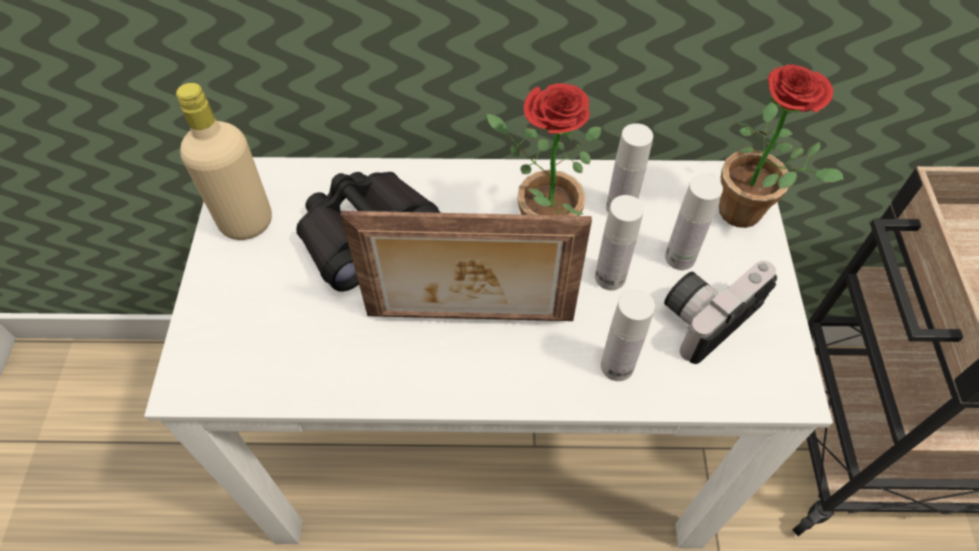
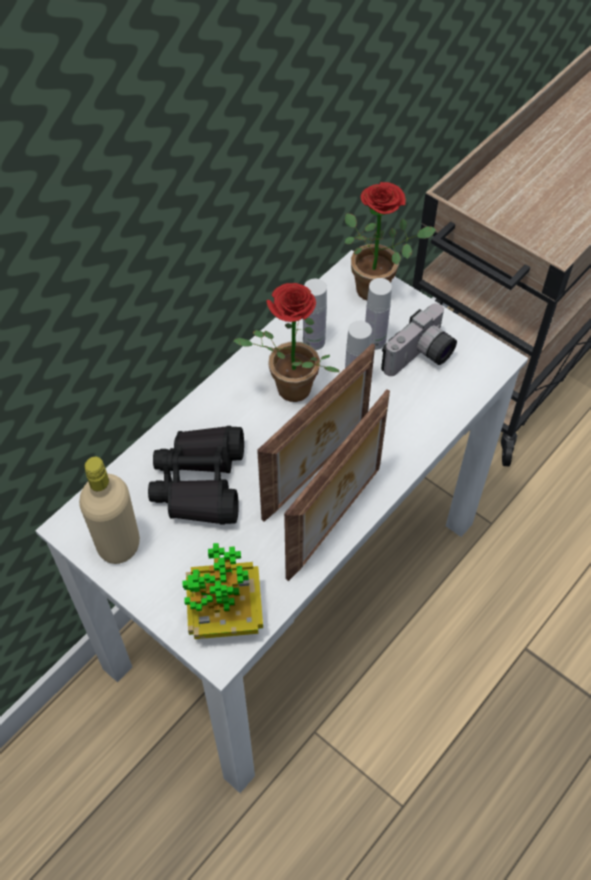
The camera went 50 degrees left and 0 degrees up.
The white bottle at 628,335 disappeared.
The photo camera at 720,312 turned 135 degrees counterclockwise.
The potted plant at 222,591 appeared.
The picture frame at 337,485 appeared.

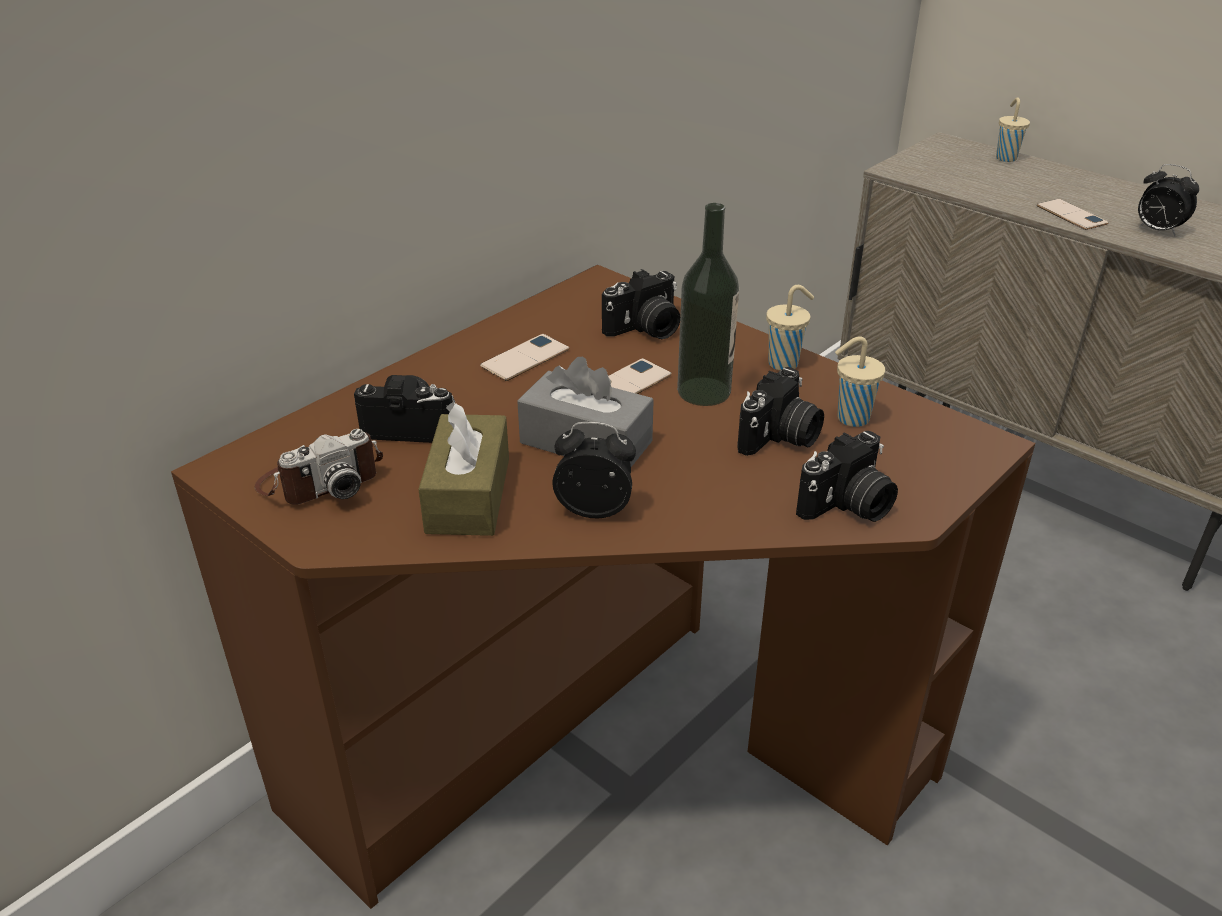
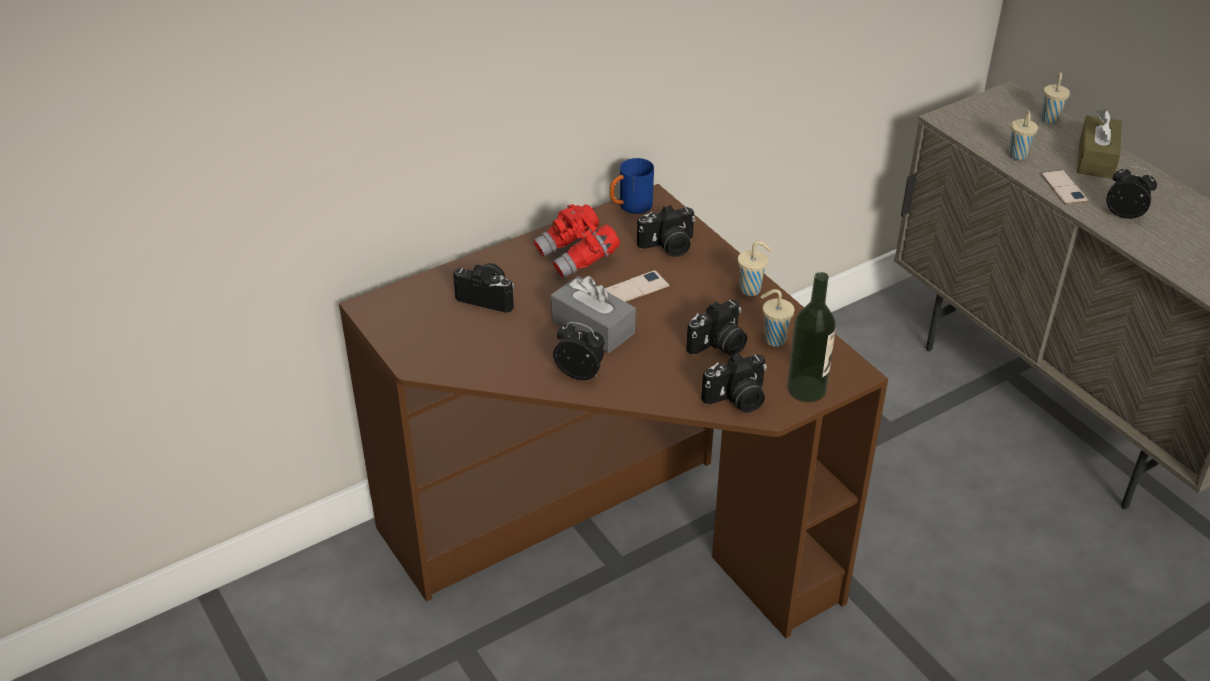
The camera went 15 degrees right and 5 degrees up.
The photo camera at 319,467 disappeared.
The brown tissue box moved from 463,469 to 1099,144.
The phone at 524,357 was replaced by the red binoculars at 576,241.
The bottle moved from 708,304 to 811,337.
The alarm clock at 1168,200 turned 150 degrees clockwise.
The blue mug at 632,186 appeared.
The beige cup at 1023,135 appeared.

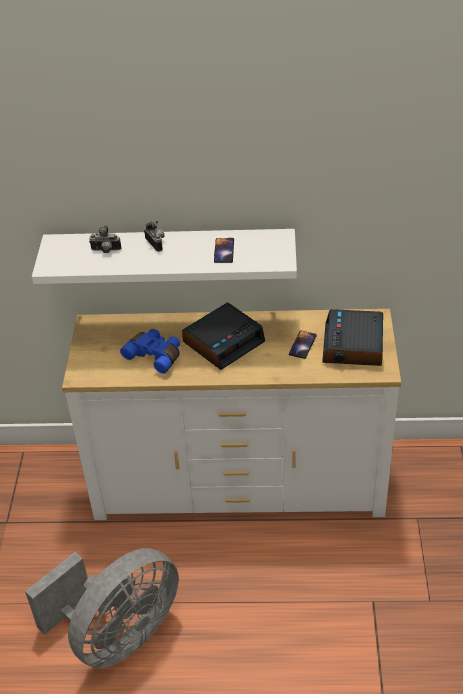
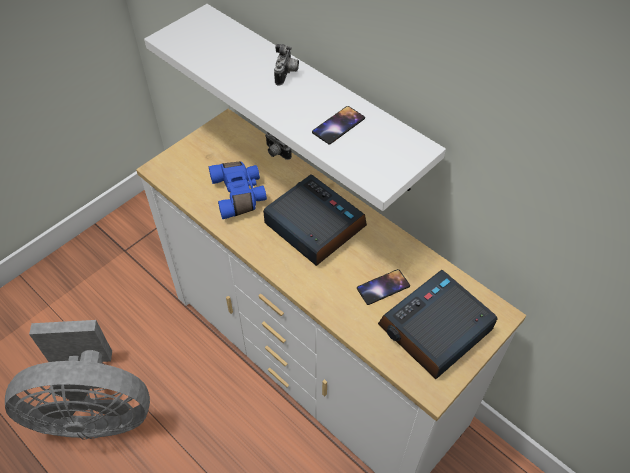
The camera went 40 degrees right and 10 degrees up.
The photo camera moved from 105,239 to 278,146.
The alarm clock at 223,336 turned 135 degrees counterclockwise.

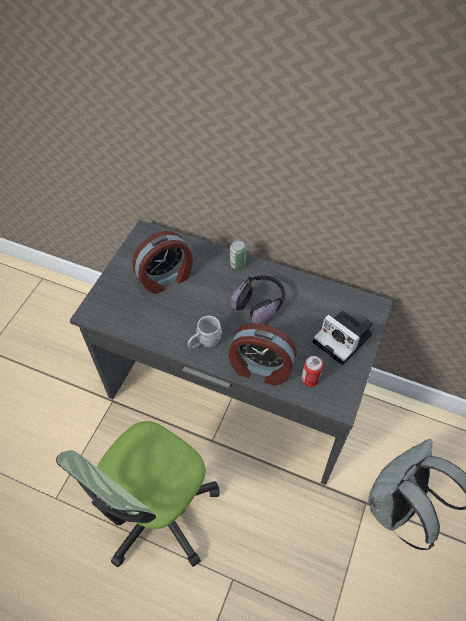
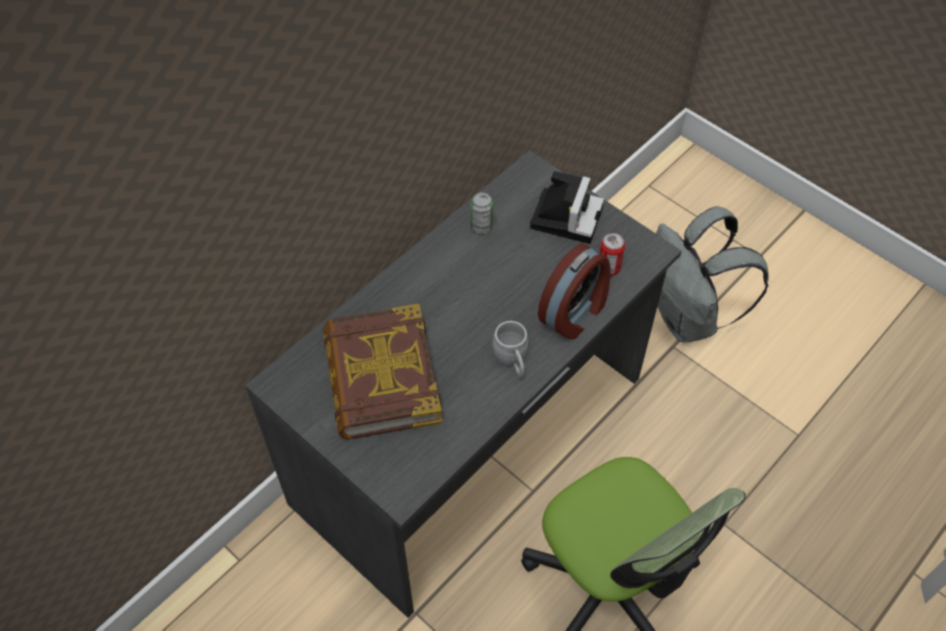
The camera went 70 degrees left and 0 degrees up.
The alarm clock at 162,262 was replaced by the book at 382,372.
The can moved from 238,254 to 482,213.
The headphones at 257,299 disappeared.
The photo camera at 343,338 turned 45 degrees counterclockwise.

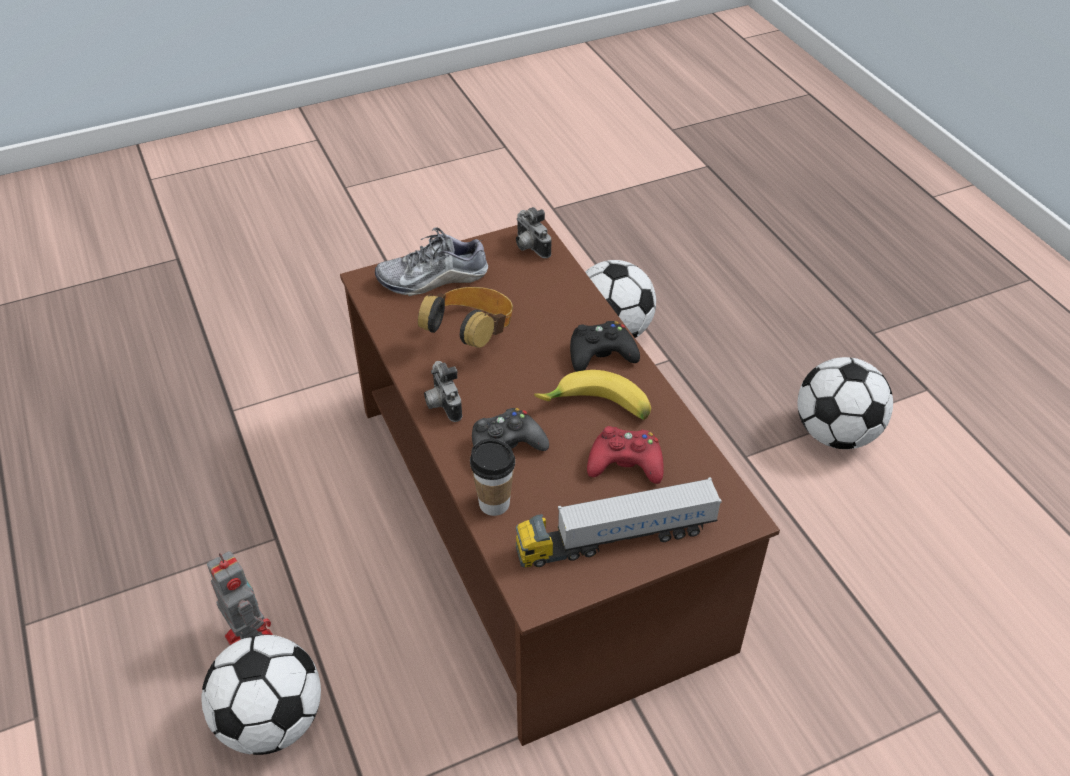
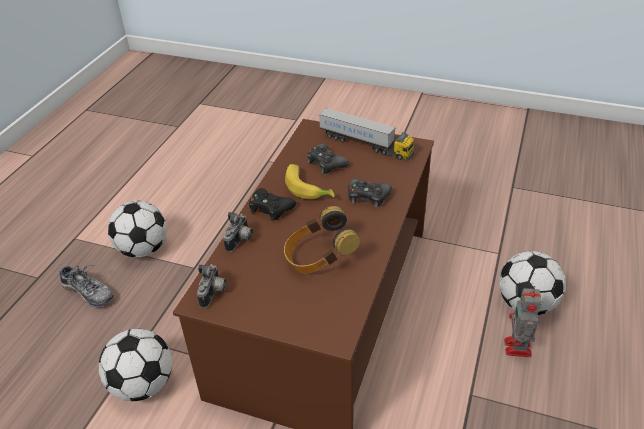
The camera went 135 degrees left and 5 degrees down.
The shoe moved from 431,261 to 86,286.
The photo camera moved from 443,391 to 238,232.
The cup at 492,477 disappeared.
The red game controller at 625,455 became the black game controller at 328,159.

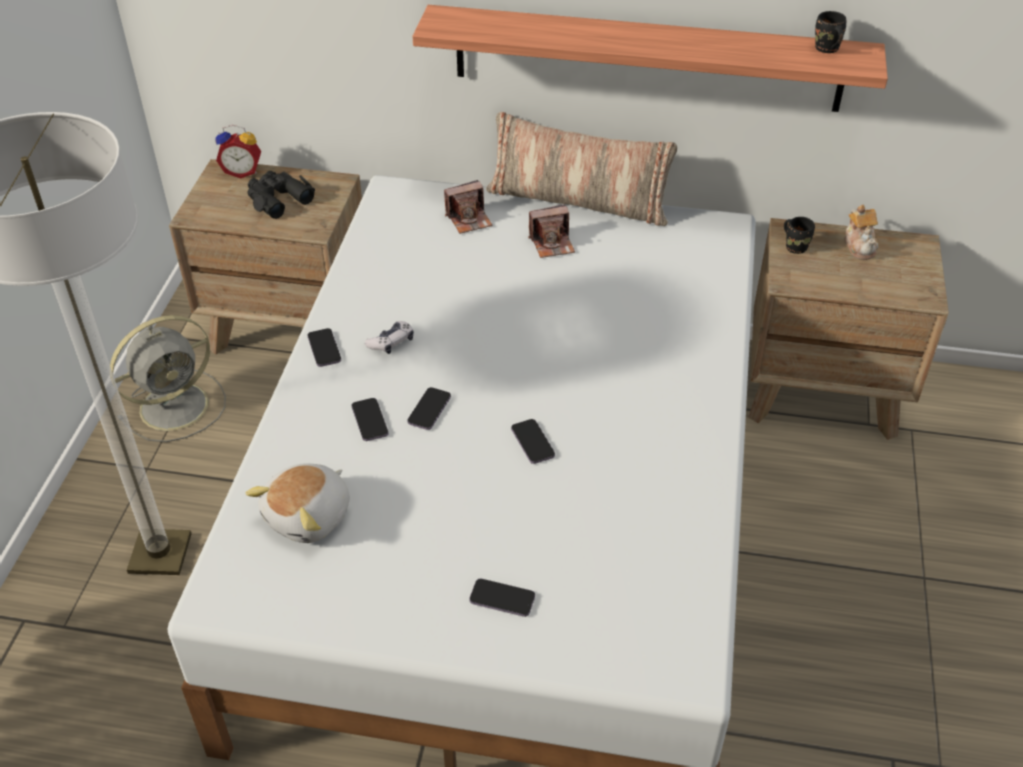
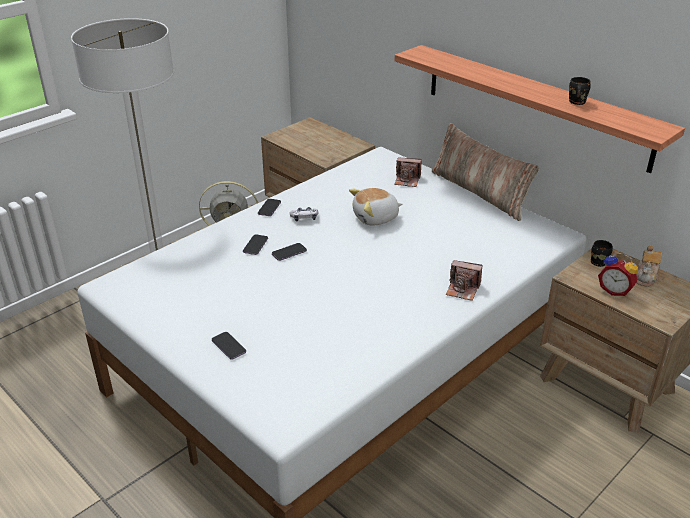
The camera went 35 degrees right and 10 degrees down.
The alarm clock moved from 238,151 to 618,274.
The plush toy moved from 297,503 to 375,207.
The black binoculars at 281,195 disappeared.
The phone at 533,441 disappeared.
The photo camera moved from 551,231 to 464,280.
The black mug moved from 830,32 to 580,91.

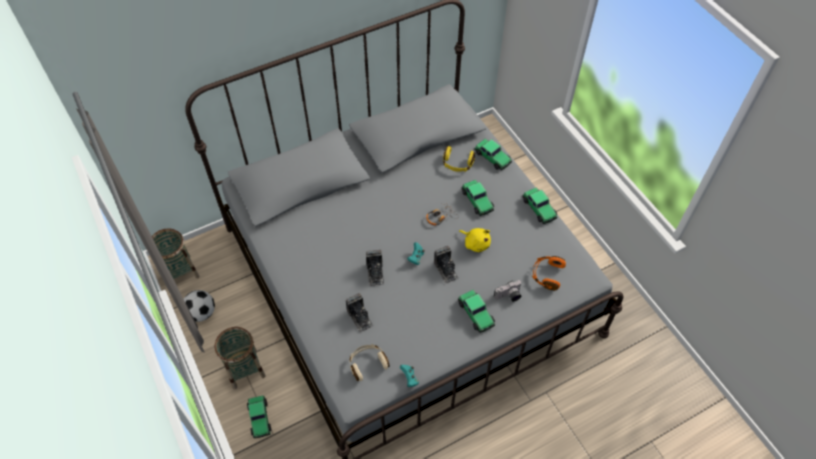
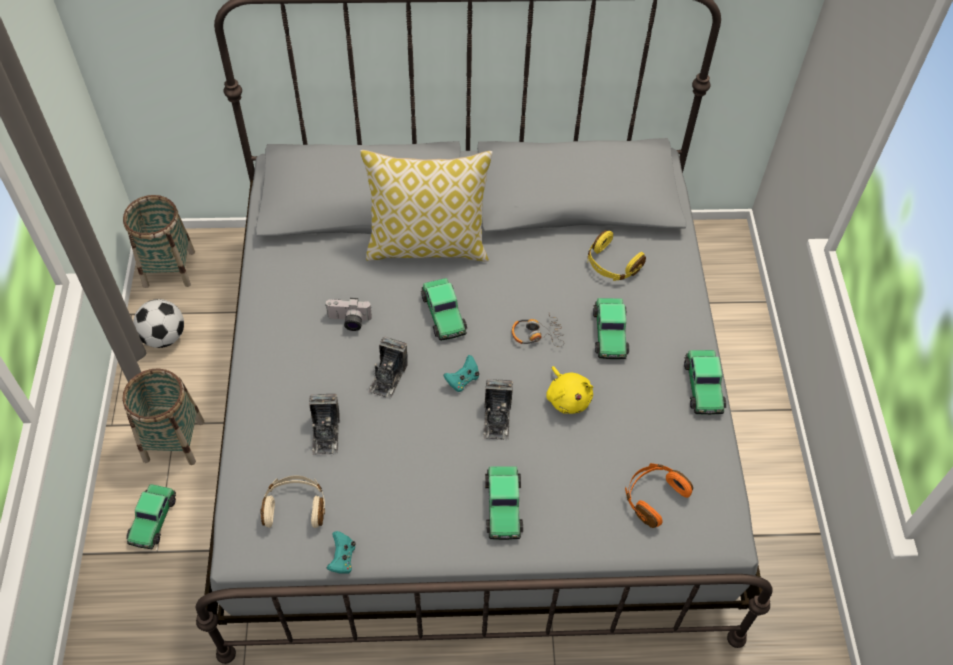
The camera went 25 degrees right and 0 degrees up.
The toy car moved from 493,154 to 444,309.
The photo camera moved from 507,290 to 348,314.
The pillow at 426,206 appeared.

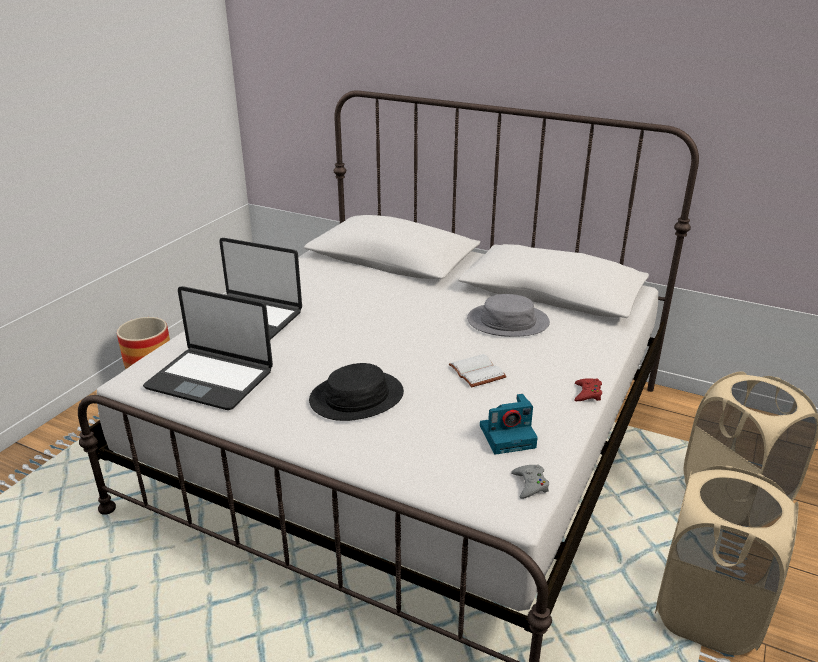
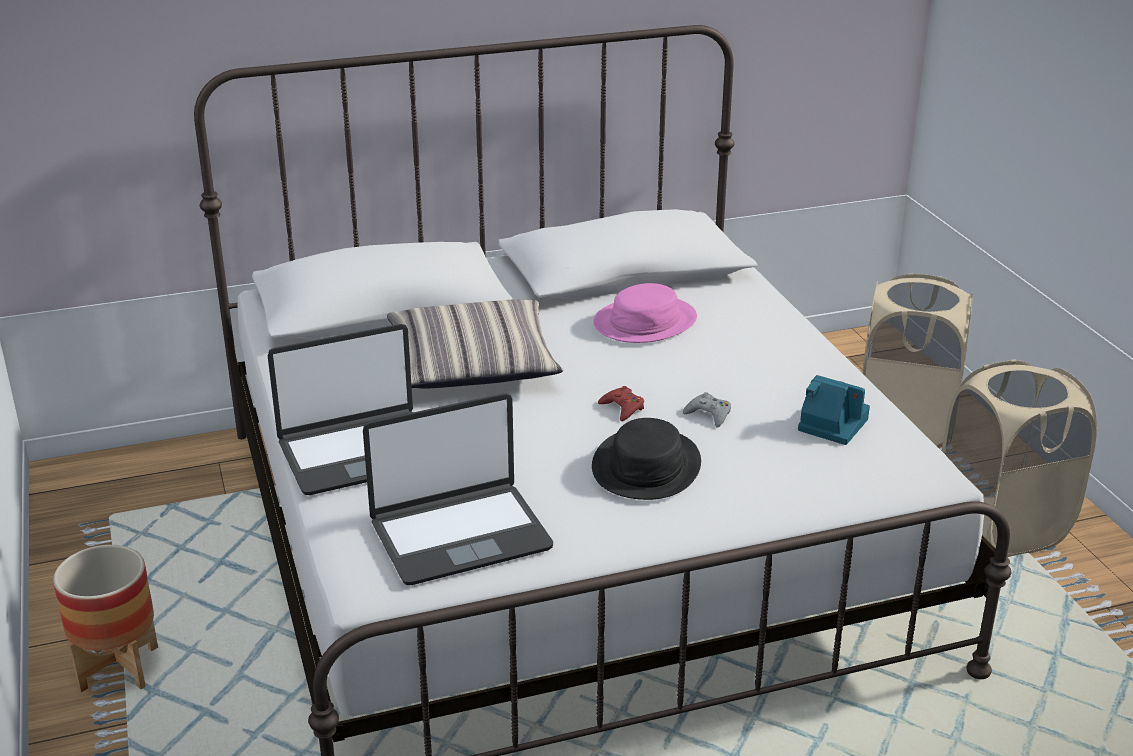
The camera went 45 degrees left and 0 degrees up.
The white book at 478,370 disappeared.
The grey hat at 508,315 became the pink hat at 645,313.
The photo camera at 509,424 turned 90 degrees counterclockwise.
The grey game controller moved from 530,481 to 707,410.
The red game controller moved from 588,389 to 621,403.
The pillow at 475,343 appeared.

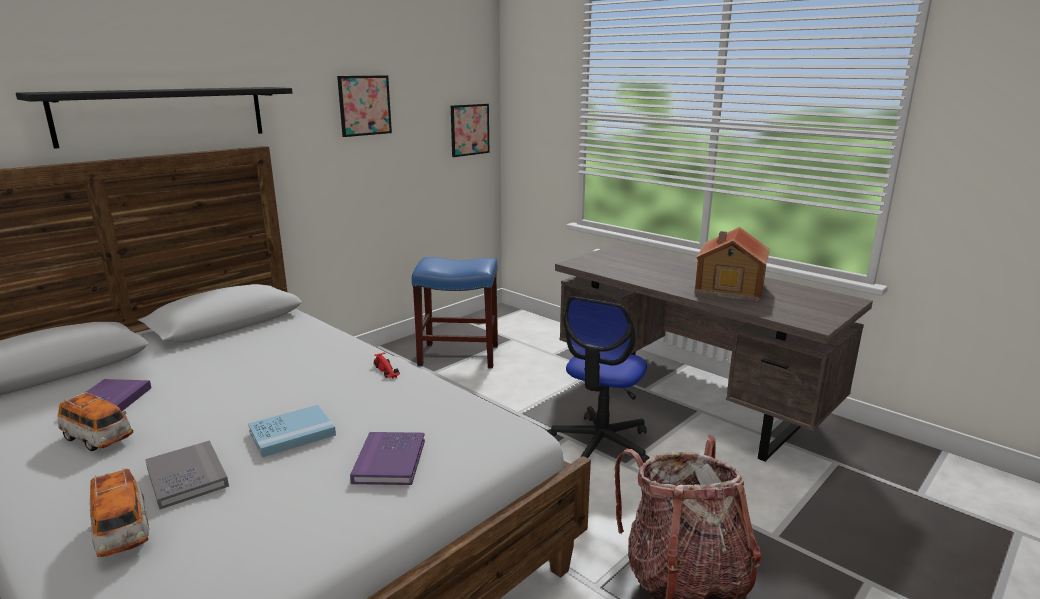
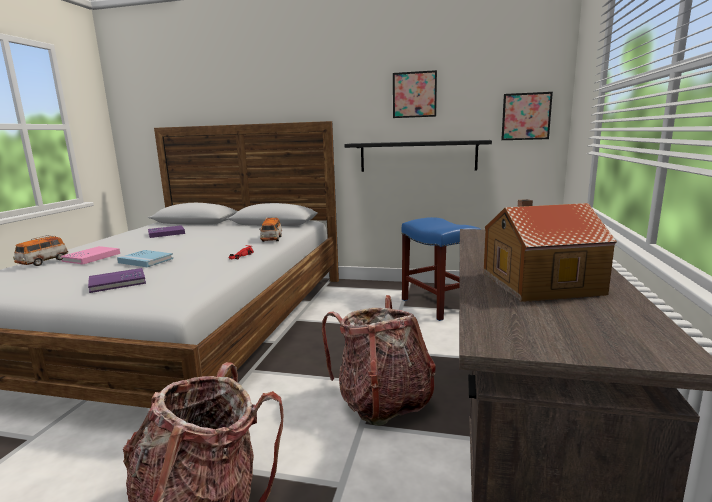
The camera went 60 degrees right and 5 degrees down.
The black shelf moved from 154,118 to 418,156.
The toy car moved from 95,421 to 270,229.
The grey book at 187,474 became the pink book at 90,255.
The office chair at 598,379 was replaced by the backpack at 379,360.

